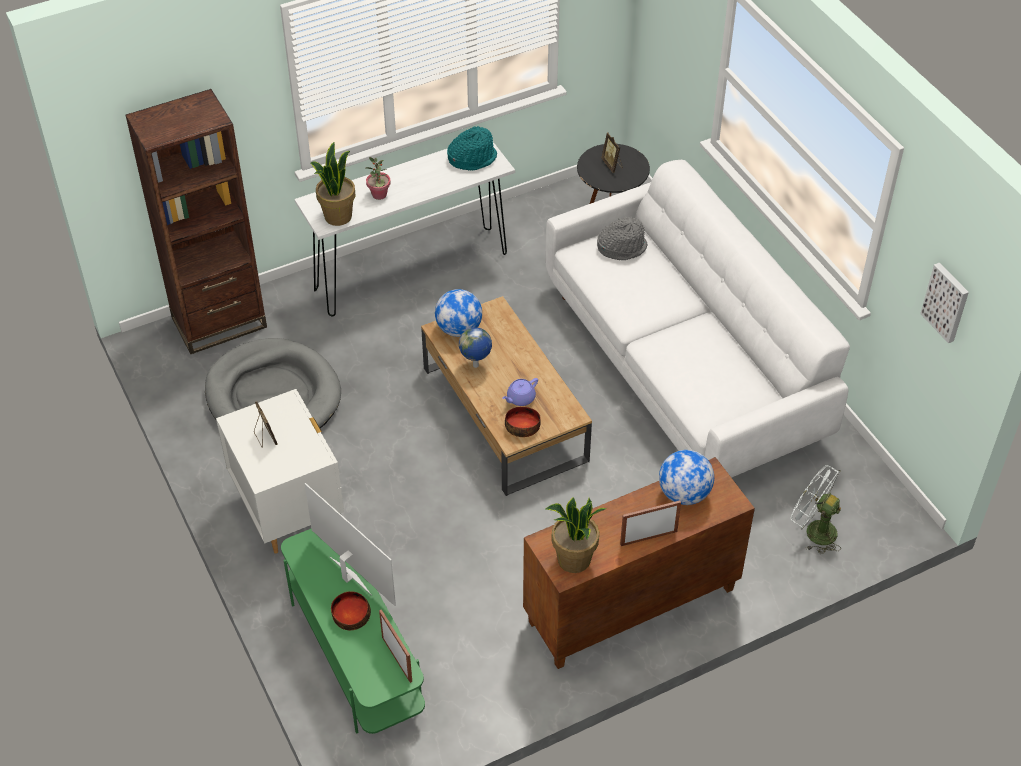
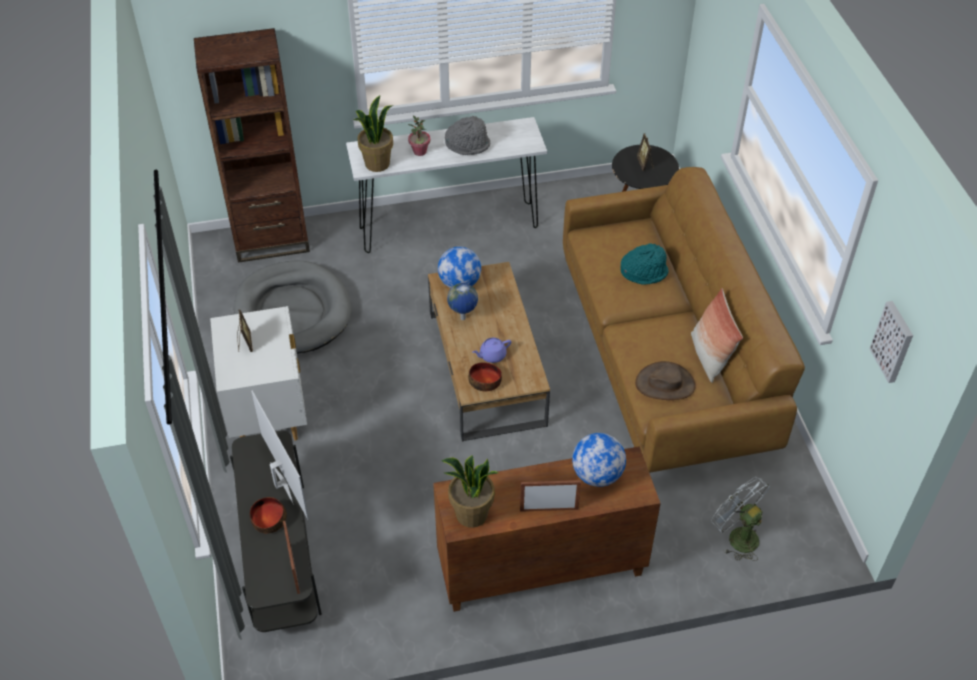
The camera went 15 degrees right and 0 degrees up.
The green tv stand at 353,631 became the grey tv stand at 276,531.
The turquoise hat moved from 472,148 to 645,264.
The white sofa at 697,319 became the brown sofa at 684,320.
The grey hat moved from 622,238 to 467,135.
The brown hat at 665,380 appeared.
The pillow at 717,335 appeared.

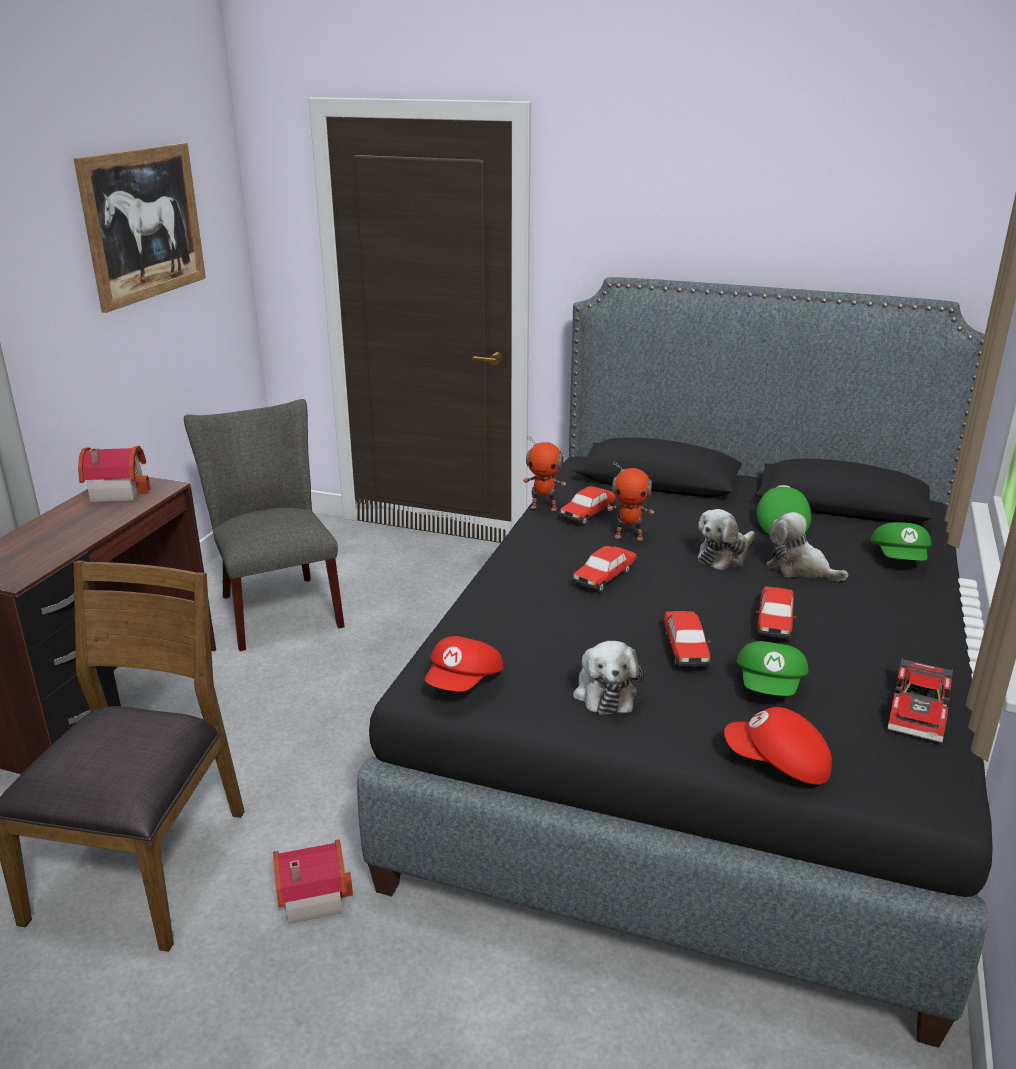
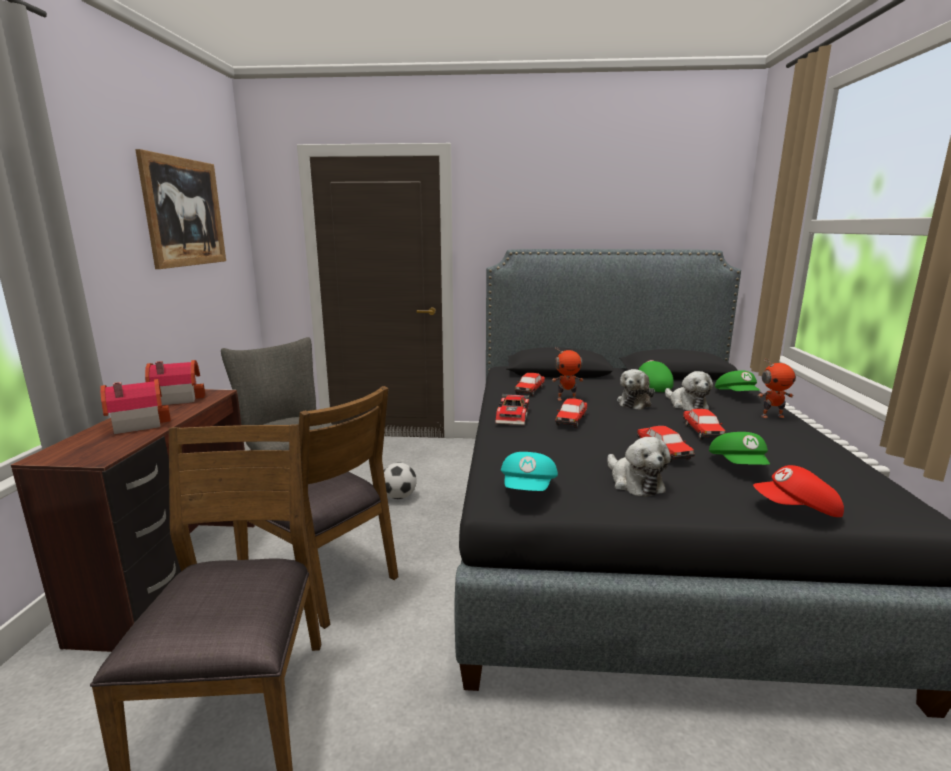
The camera went 15 degrees left and 10 degrees down.
The toy house moved from 313,881 to 135,406.
The red cap at 463,663 became the turquoise cap at 529,471.
The toy robot moved from 544,473 to 776,388.
The plush toy at 807,547 turned 135 degrees counterclockwise.
The toy car moved from 920,700 to 512,409.
The brown chair at 315,507 appeared.
The football at 400,480 appeared.

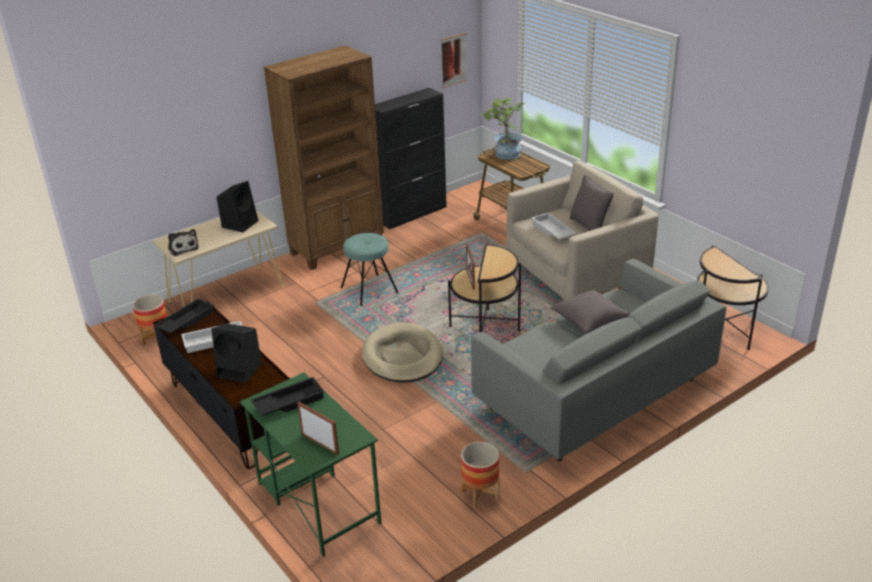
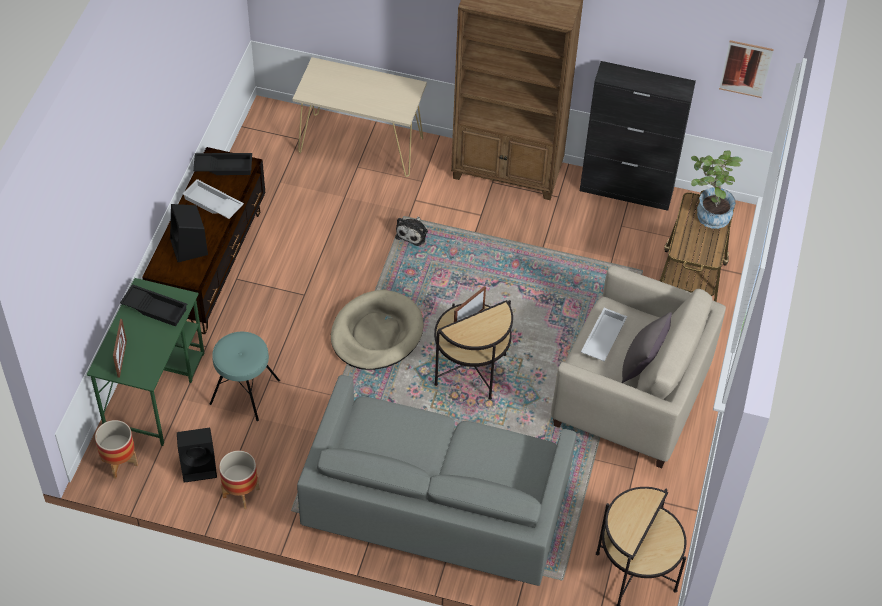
The camera went 50 degrees right and 20 degrees up.
The planter moved from 150,320 to 116,449.
The plush toy moved from 183,242 to 411,231.
The black speaker moved from 237,206 to 197,455.
The turquoise stool moved from 370,269 to 244,376.
The grey pillow at 590,312 disappeared.

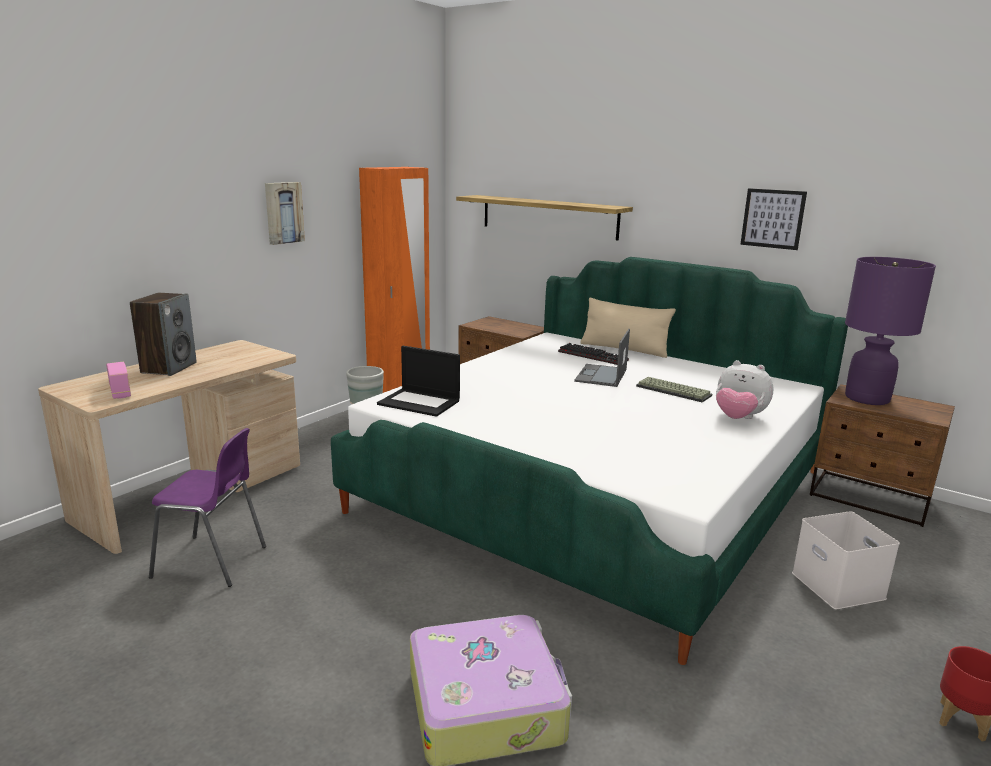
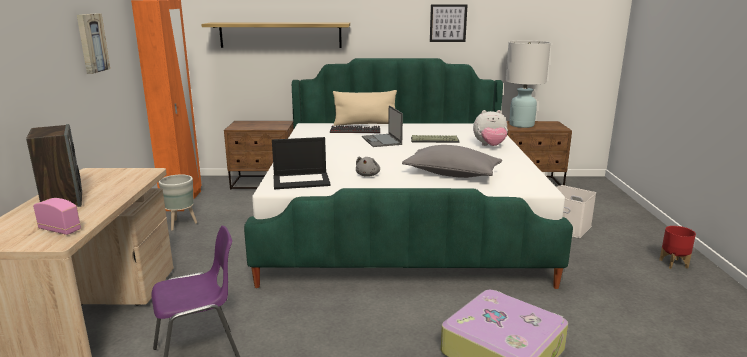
The camera went 35 degrees left and 0 degrees up.
The purple table lamp at 890,331 became the white table lamp at 528,84.
The grey plush toy at 368,166 appeared.
The grey pillow at 452,161 appeared.

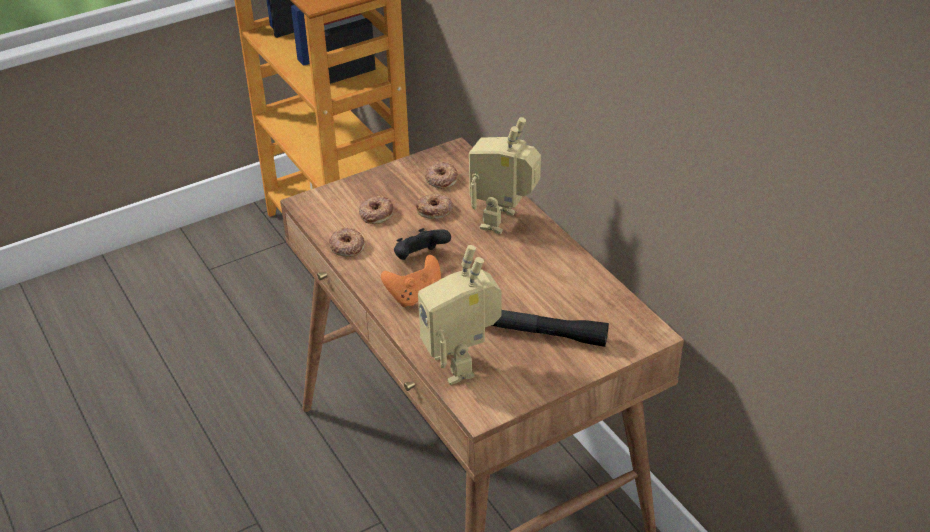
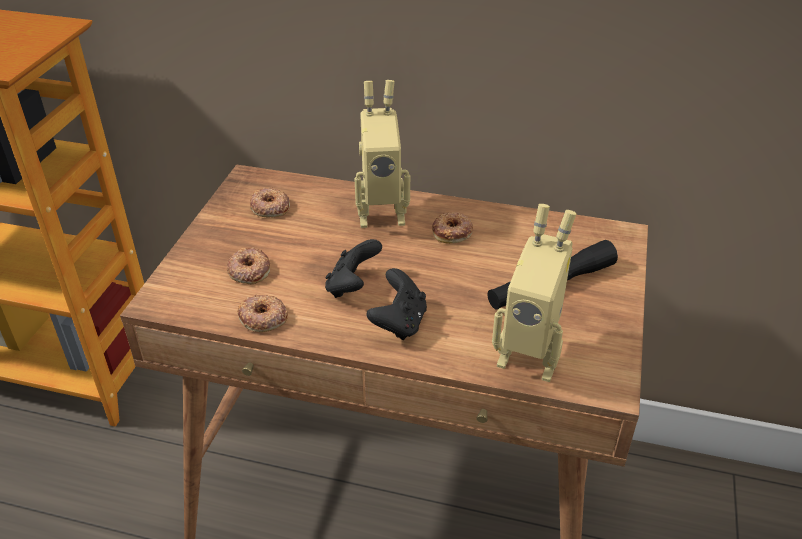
The camera went 45 degrees left and 0 degrees up.
The orange game controller at 411,281 became the black game controller at 397,304.
The donut moved from 434,206 to 452,228.
The toy robot at 505,175 turned 75 degrees counterclockwise.

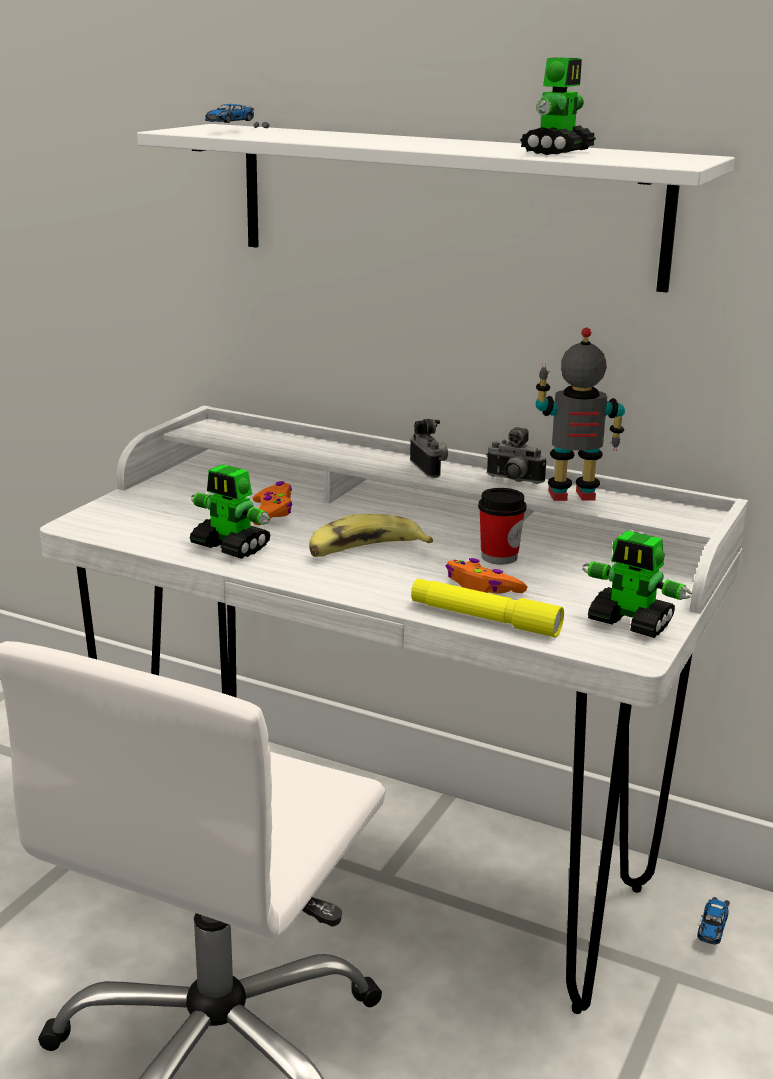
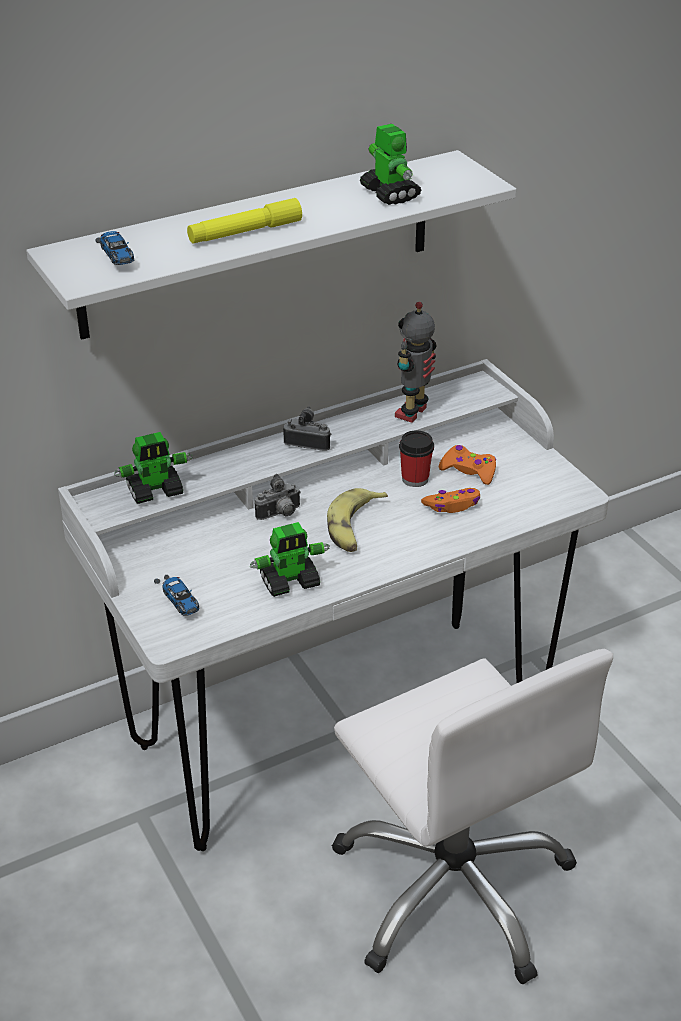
The camera went 55 degrees left and 15 degrees up.
The orange game controller moved from 272,503 to 467,465.
The yellow flashlight moved from 487,608 to 244,221.
The photo camera moved from 516,455 to 278,497.
The toy robot moved from 637,584 to 153,468.
The toy car moved from 713,920 to 176,595.

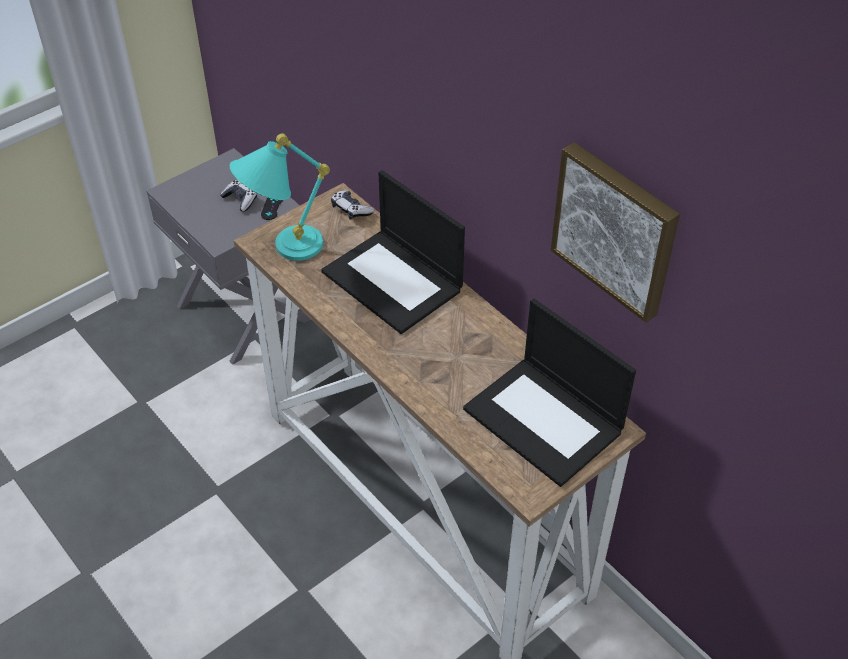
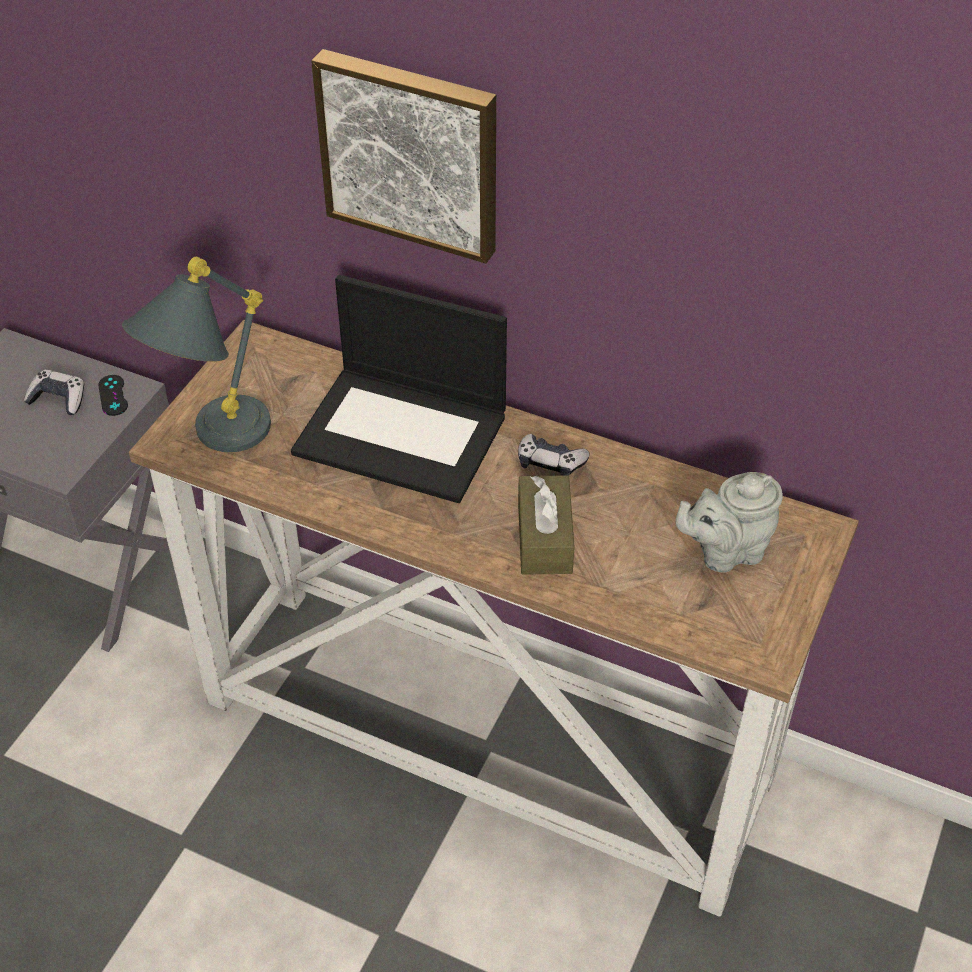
The camera went 25 degrees left and 0 degrees up.
The turquoise table lamp at 280,197 became the grey table lamp at 196,354.
The game controller moved from 352,205 to 554,455.
The laptop at 549,393 was replaced by the grey teapot at 729,522.
The picture moved from 615,232 to 403,156.
The brown tissue box at 546,525 appeared.

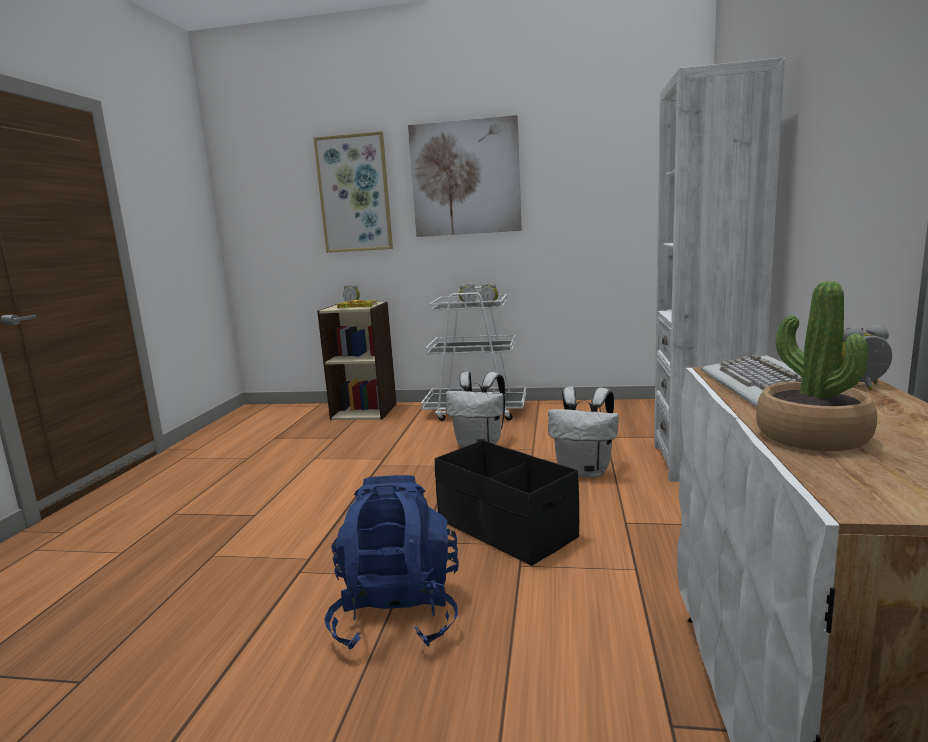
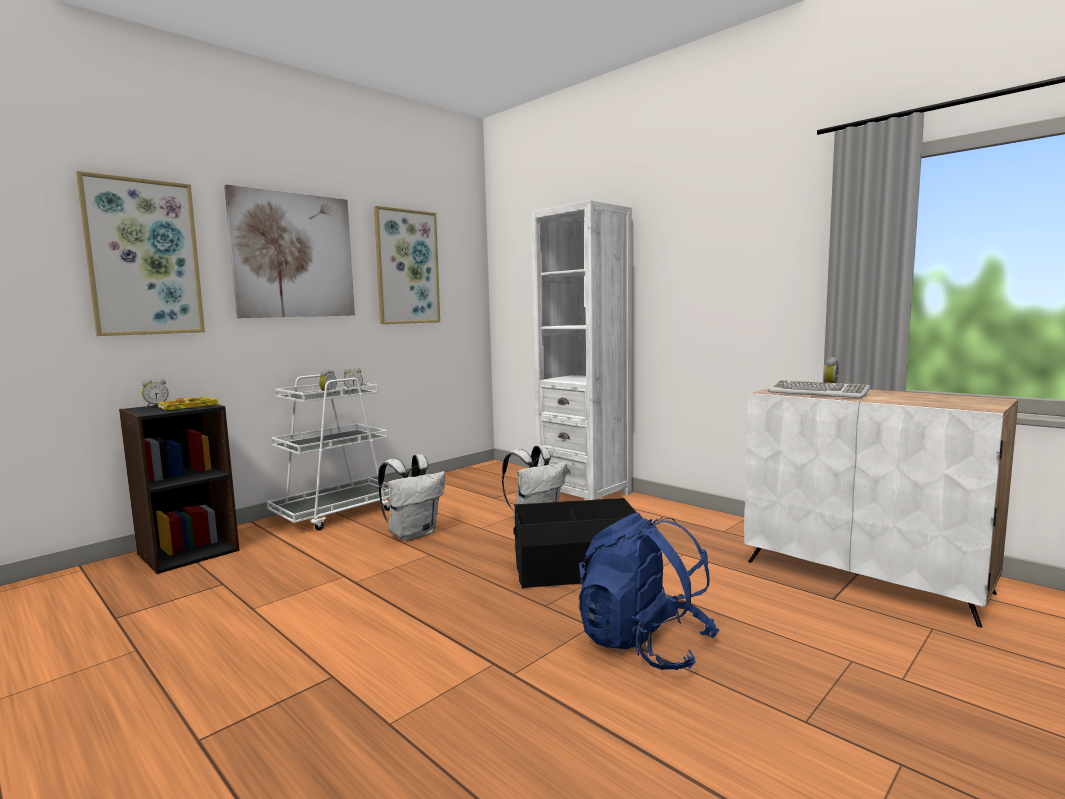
The camera went 55 degrees left and 5 degrees down.
The beige bookcase at 357,361 became the black bookcase at 179,489.
The potted plant at 816,366 disappeared.
The picture at 407,265 appeared.

